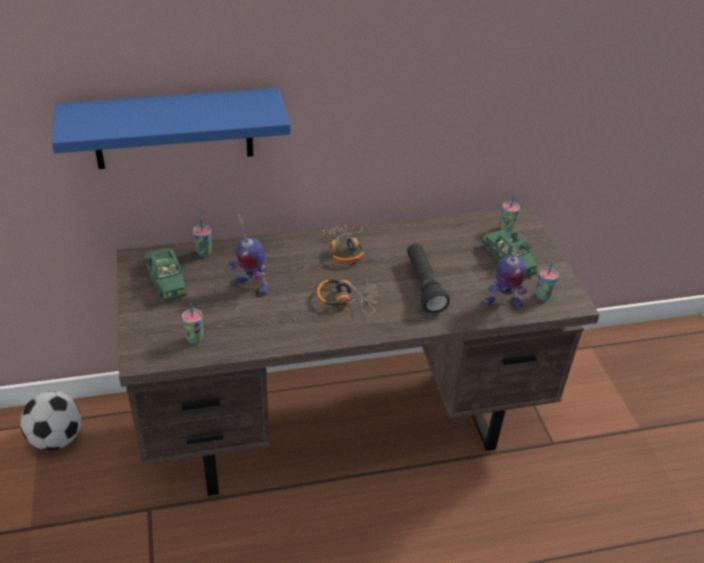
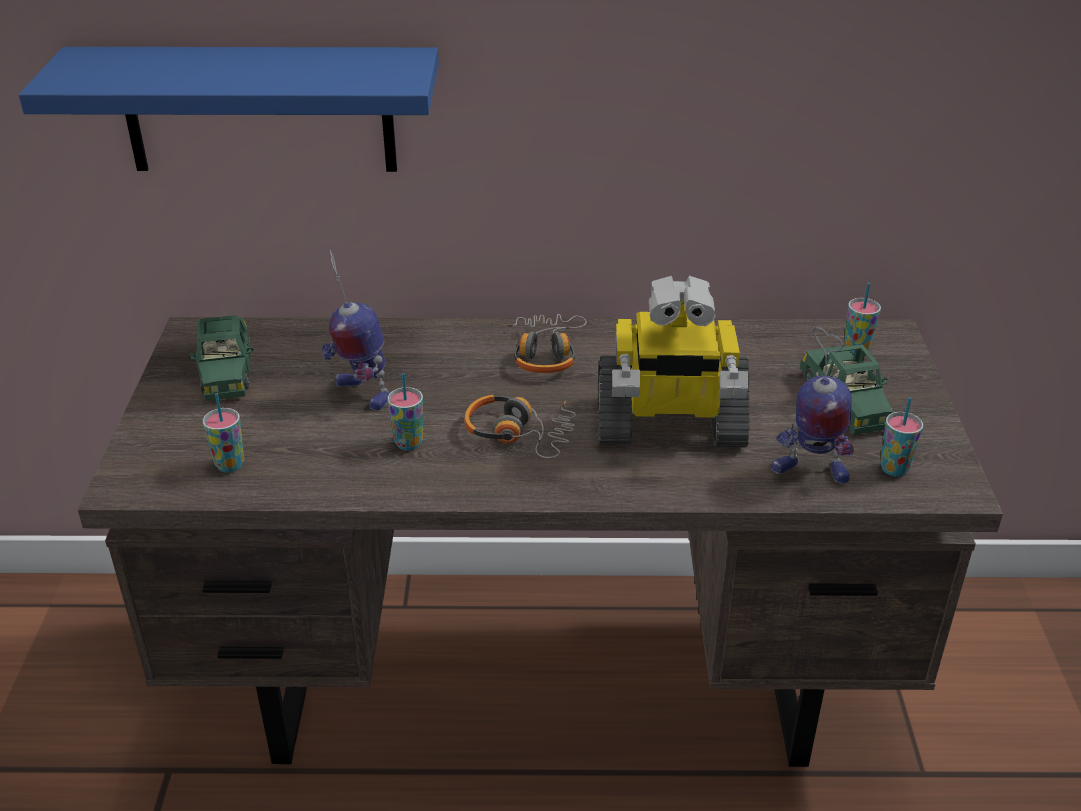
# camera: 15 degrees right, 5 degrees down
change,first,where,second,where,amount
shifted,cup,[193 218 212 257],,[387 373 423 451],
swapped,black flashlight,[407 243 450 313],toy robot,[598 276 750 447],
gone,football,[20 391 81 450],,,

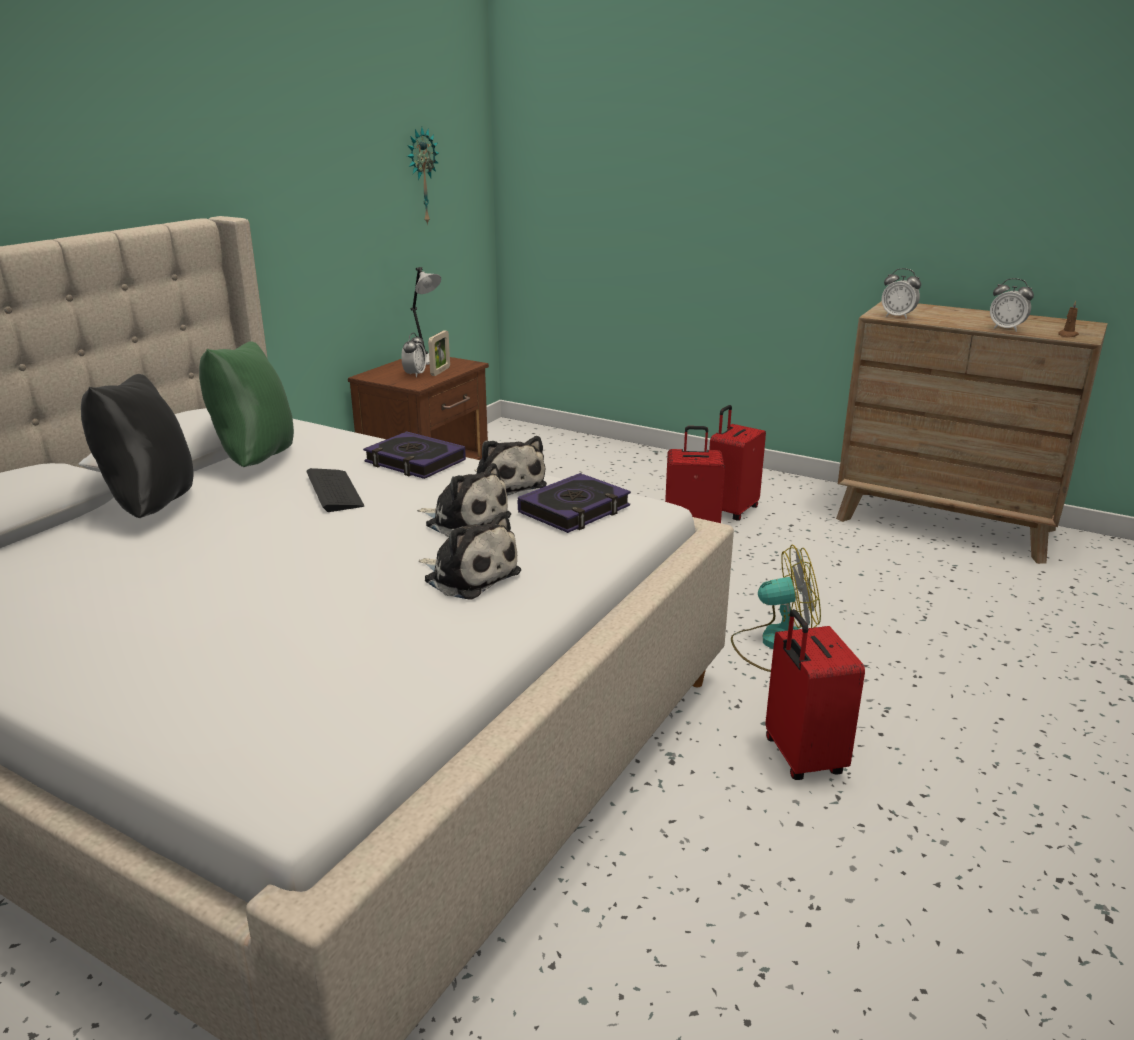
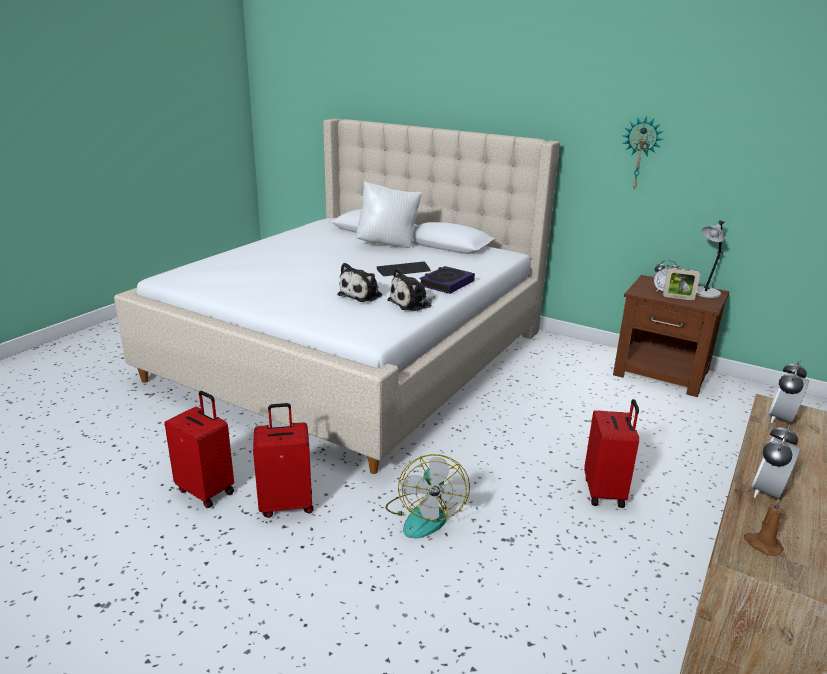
# camera: 90 degrees right, 0 degrees up
change,first,where,second,where,amount
shifted,wall clock,[407 127 439 225],,[623 116 664 189],
gone,green pillow,[199 341 294 467],,,
repainted,black pillow,[81 374 193 518],white pillow,[356 181 422 248],
shifted,red suitcase,[709 405 766 521],,[165 391 234 508],
gone,book,[518 473 631 533],,,
gone,plush toy,[419 512 521 600],,,

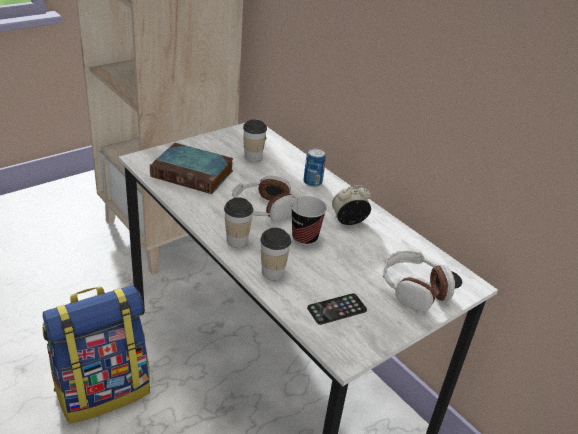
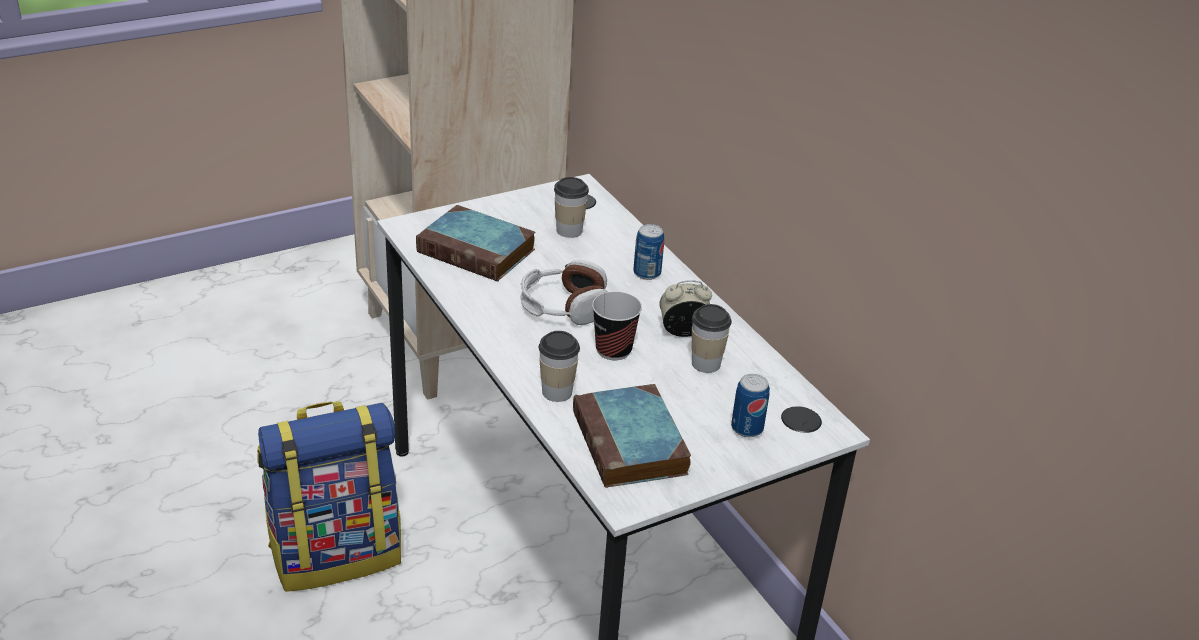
# camera: 10 degrees right, 0 degrees up
change,first,where,second,where,amount
shifted,cup,[224 197 253 248],,[692 304 732 373],
swapped,headphones,[383 250 455 312],can,[731 374 770 437],
swapped,phone,[307 294 367 325],book,[573 384 691 488],

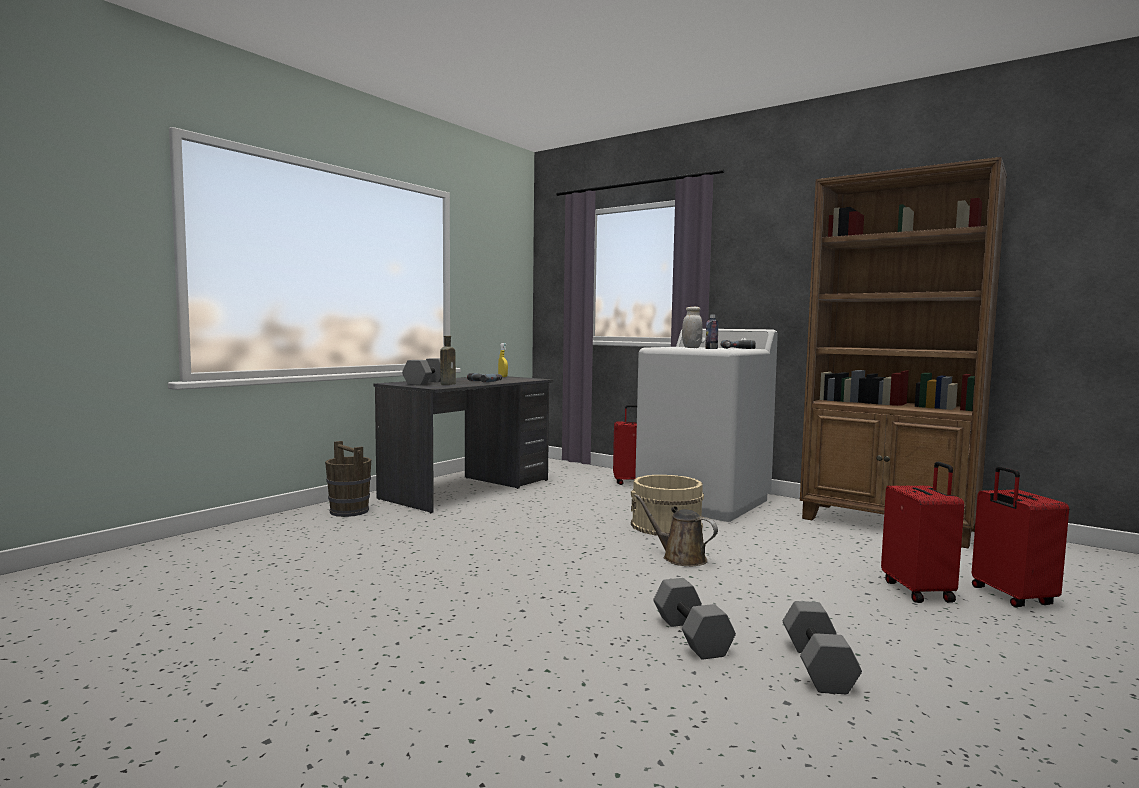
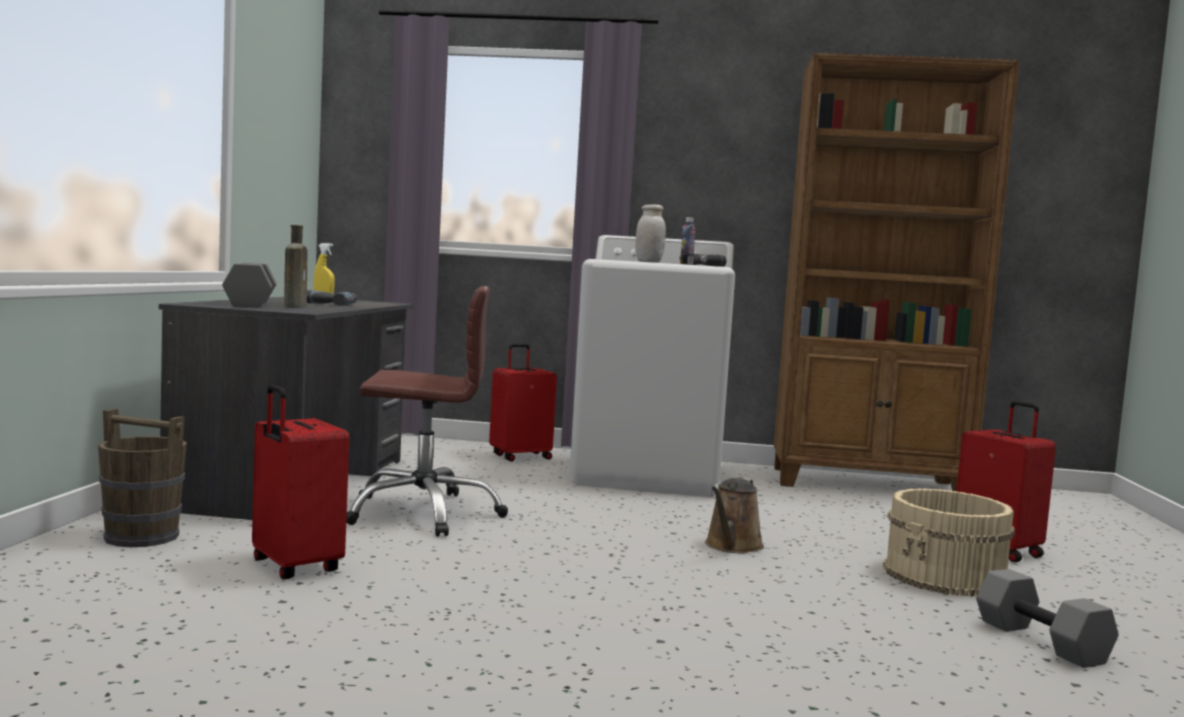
# camera: 30 degrees left, 0 degrees up
change,first,where,second,where,amount
shifted,red suitcase,[972 466 1069 607],,[252 384 349 579],
shifted,beige bucket,[631 475 704 536],,[883 488 1015 597],
rotated,brown watering can,[635 494 718 566],,[705 478 764 553],75 degrees counterclockwise
gone,grey dumbbell,[653 578 736 660],,,
new,,,brown office chair,[346 286 508 537],

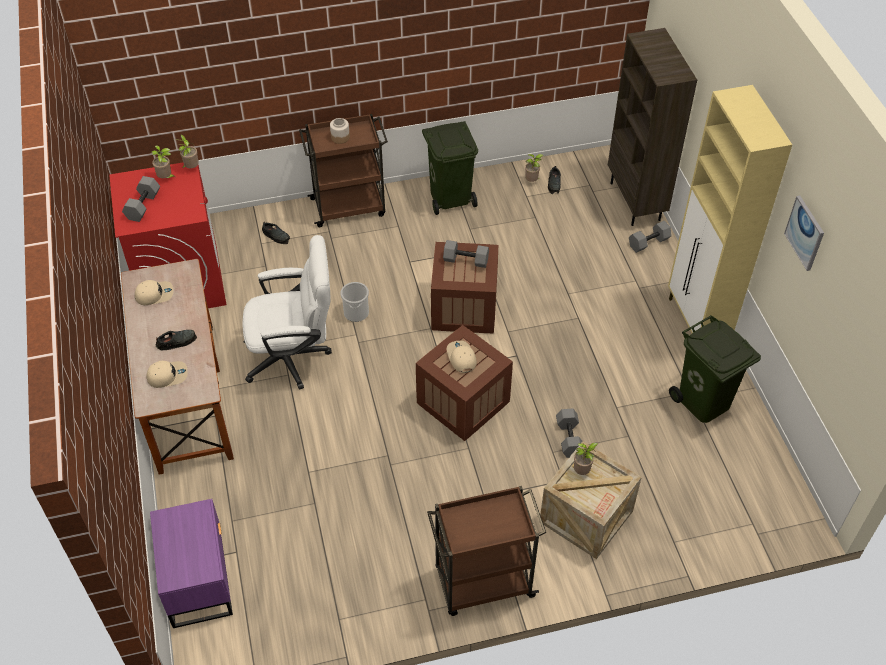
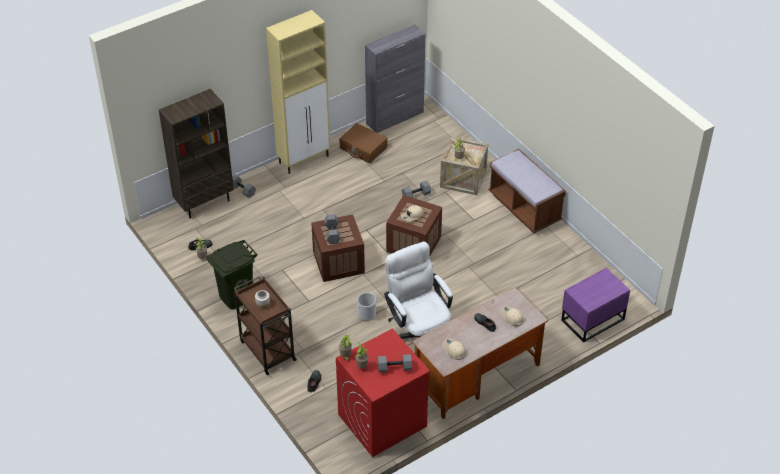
# camera: 110 degrees left, 5 degrees down
change,first,where,second,where,amount
gone,picture,[784 196 824 271],,,
swapped,green trash can,[669 315 761 423],brown suitcase,[339 123 387 163],
swapped,brown cart,[427 486 546 616],brown bench,[489 149 566 233],
new,,,grey cabinet,[365 24 425 133],

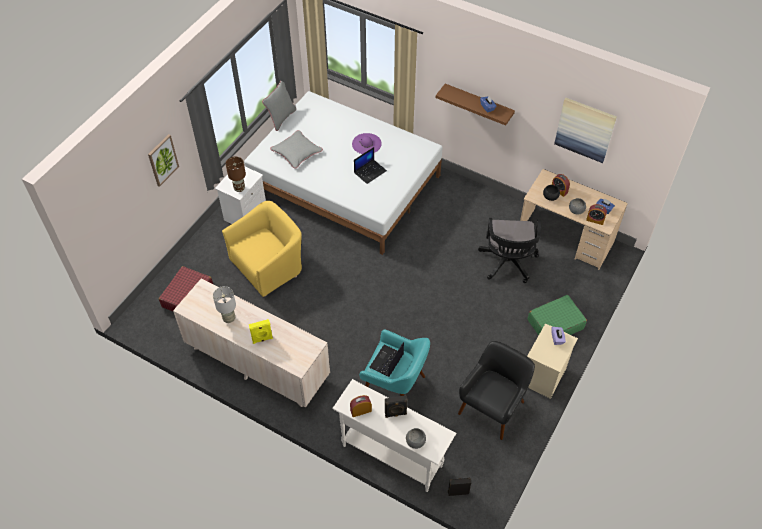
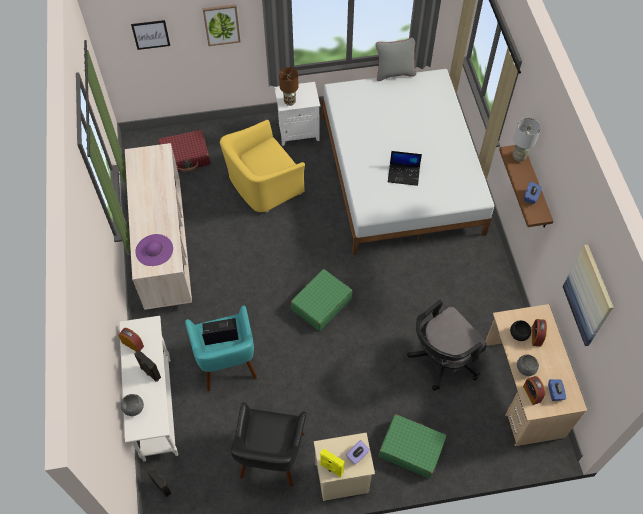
# camera: 50 degrees right, 5 degrees up
change,first,where,second,where,amount
gone,grey pillow,[270 130 323 169],,,
shifted,purple hat,[352 133 382 154],,[135 234 173 266],
rotated,yellow armchair,[222 201 302 297],,[220 120 305 212],135 degrees clockwise
shifted,grey table lamp,[213 286 236 323],,[513 118 541 162],
shifted,yellow speaker,[249 319 273 344],,[320 448 345 477],
rotated,black armchair,[458 341 535 440],,[231 402 306 487],105 degrees clockwise
new,,,picture,[131 20 170 50],
new,,,green suitcase,[291 269 352 331],

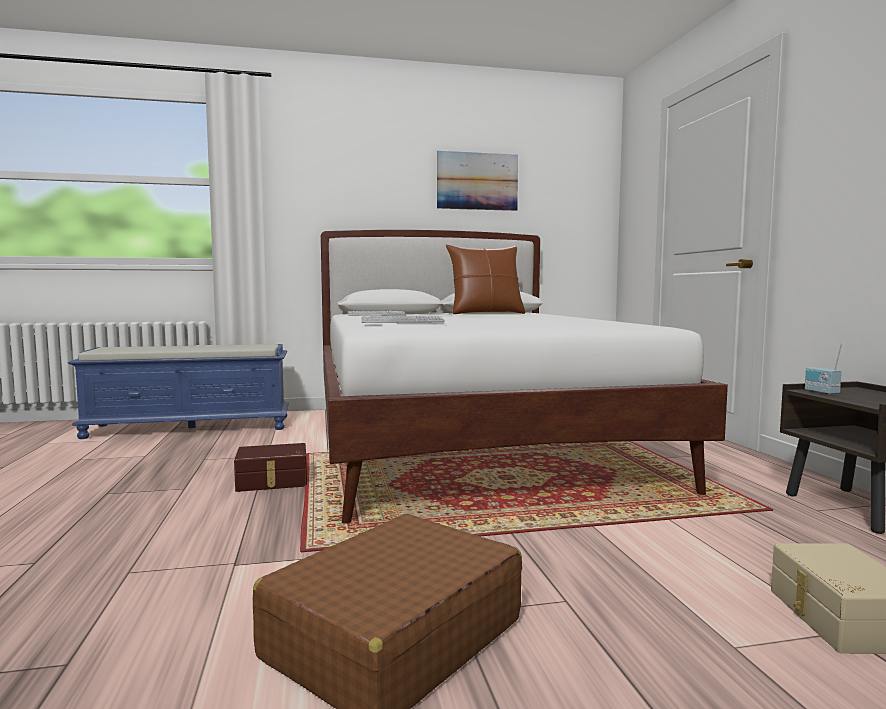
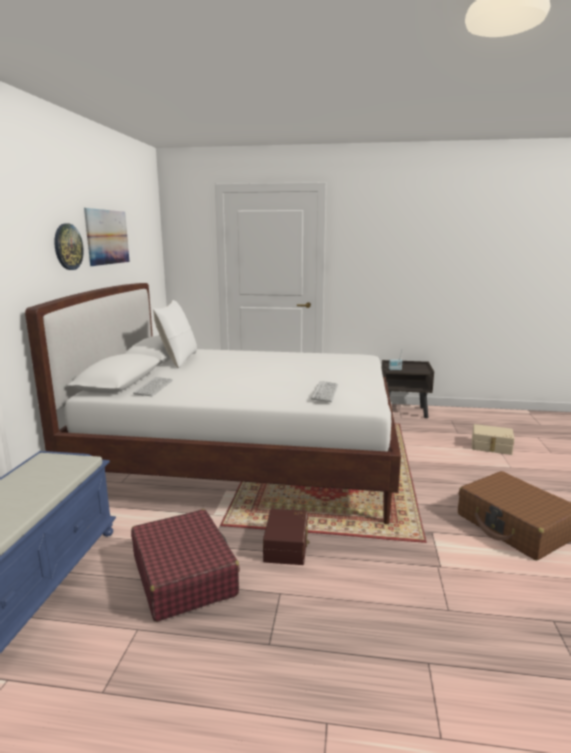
# camera: 70 degrees left, 10 degrees up
change,first,where,second,where,amount
repainted,brown pillow,[446 245 525 314],white pillow,[153 300 197 368],
new,,,wall clock,[54 223 84 270],
new,,,red suitcase,[131 509 240 622],

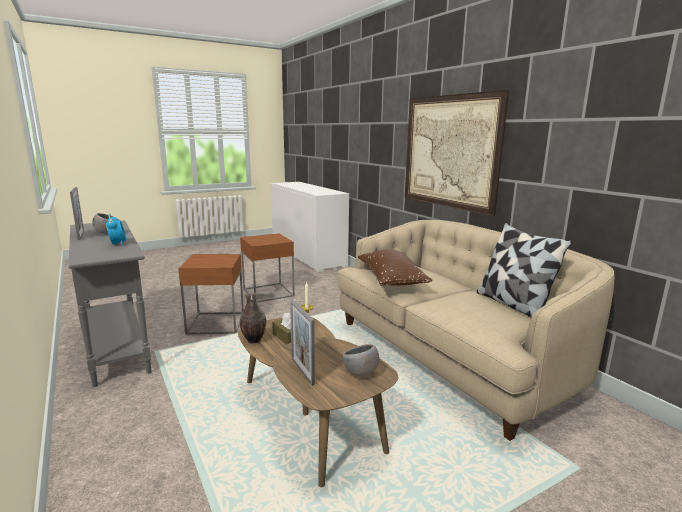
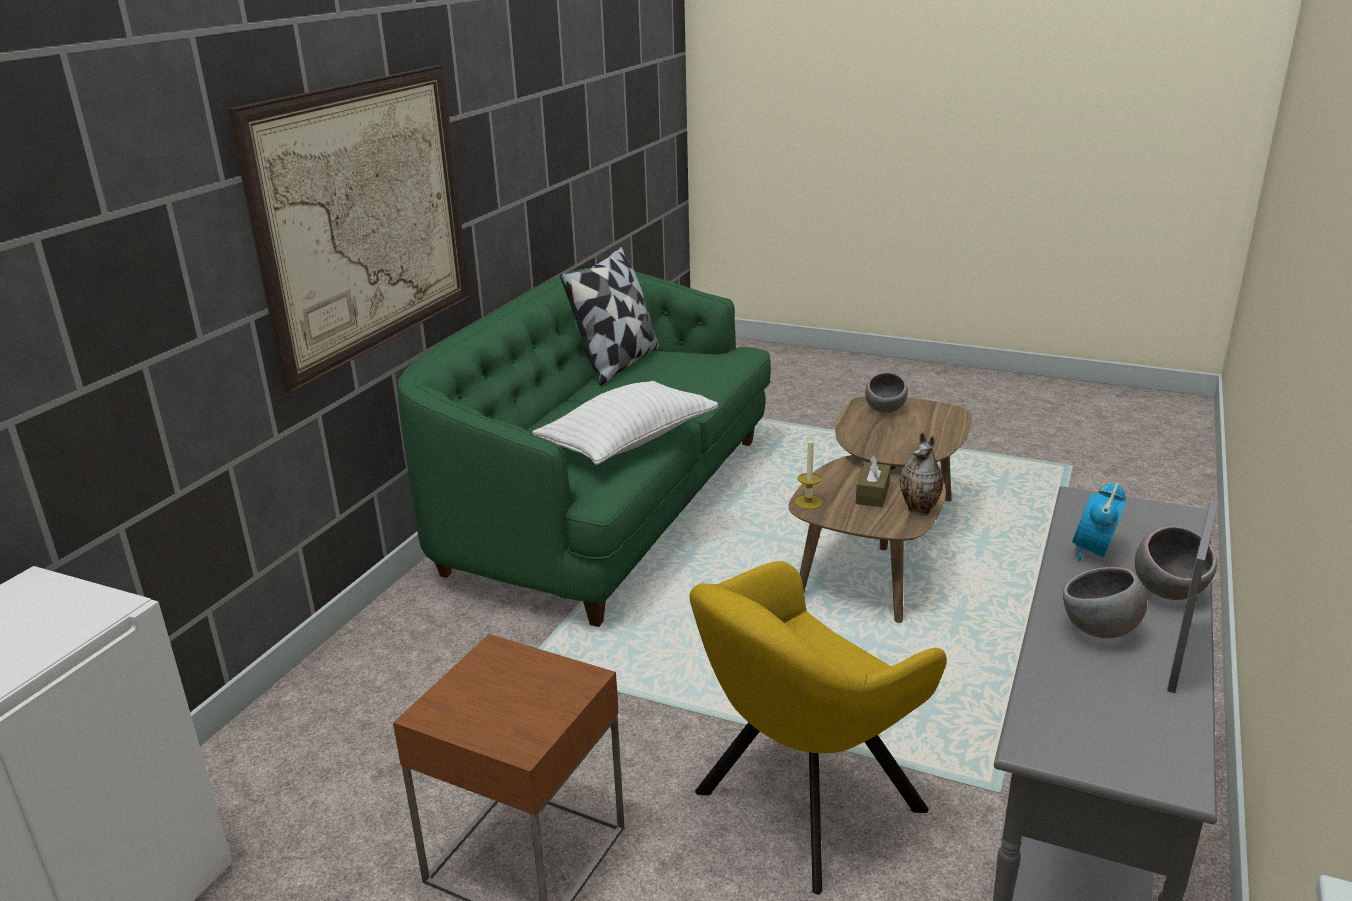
# camera: 125 degrees left, 10 degrees up
change,first,where,second,where,amount
repainted,beige sofa,[338 220 615 441],green sofa,[398 268 771 627],
repainted,brown pillow,[358 249 432 286],white pillow,[532 381 718 465],
swapped,brown side table,[178 254 244 334],yellow armchair,[689 561 947 895],
gone,picture frame,[290 300 315 386],,,
new,,,grey bowl,[1135 526 1217 600],

